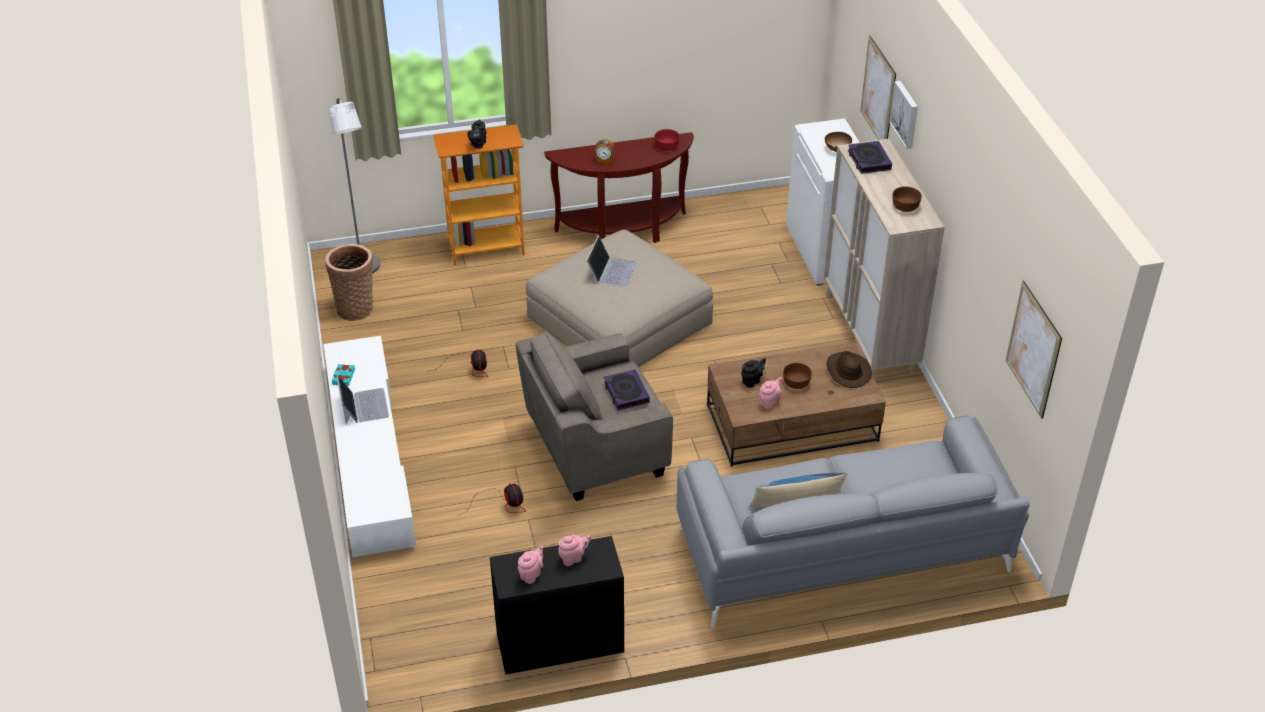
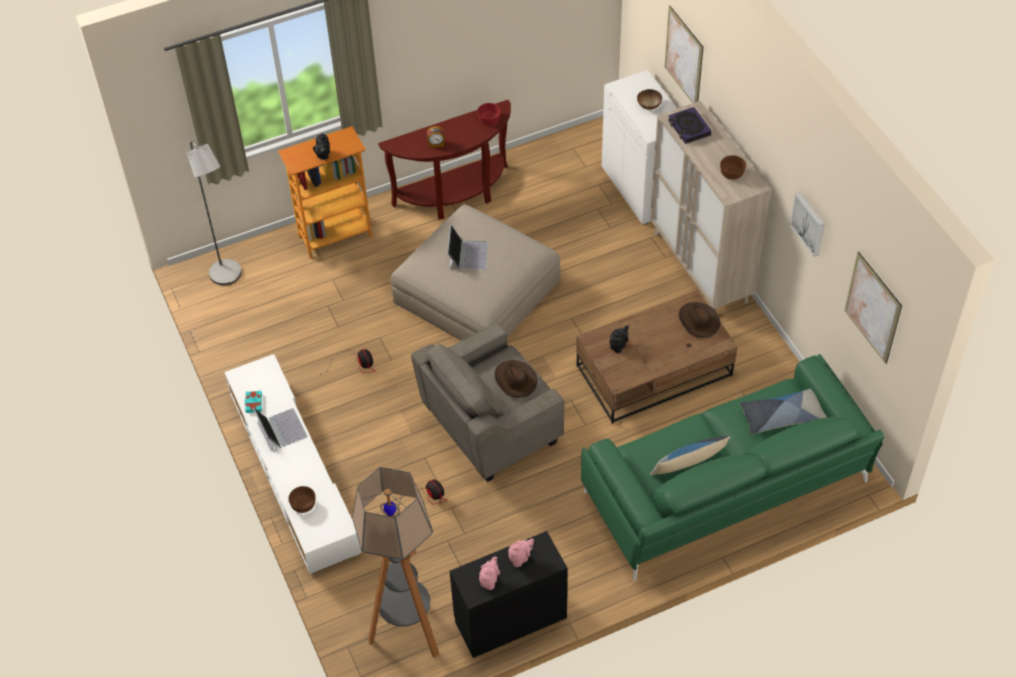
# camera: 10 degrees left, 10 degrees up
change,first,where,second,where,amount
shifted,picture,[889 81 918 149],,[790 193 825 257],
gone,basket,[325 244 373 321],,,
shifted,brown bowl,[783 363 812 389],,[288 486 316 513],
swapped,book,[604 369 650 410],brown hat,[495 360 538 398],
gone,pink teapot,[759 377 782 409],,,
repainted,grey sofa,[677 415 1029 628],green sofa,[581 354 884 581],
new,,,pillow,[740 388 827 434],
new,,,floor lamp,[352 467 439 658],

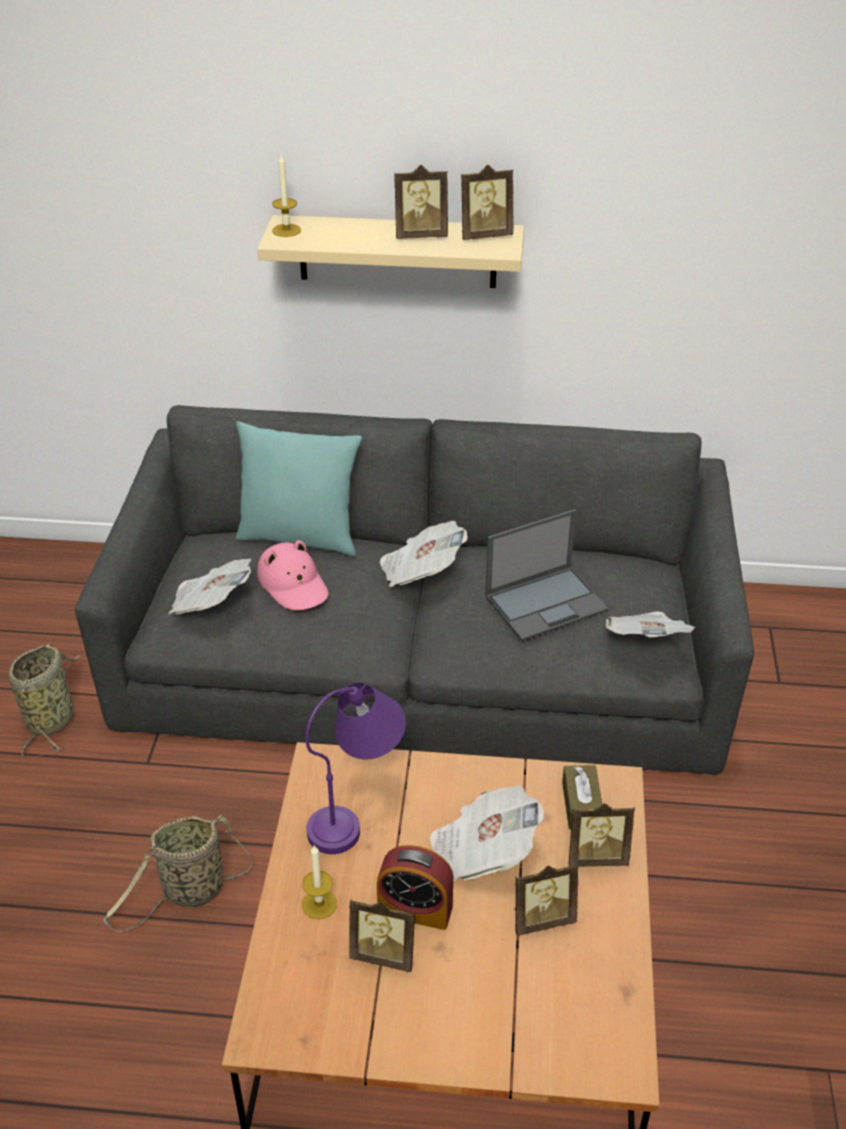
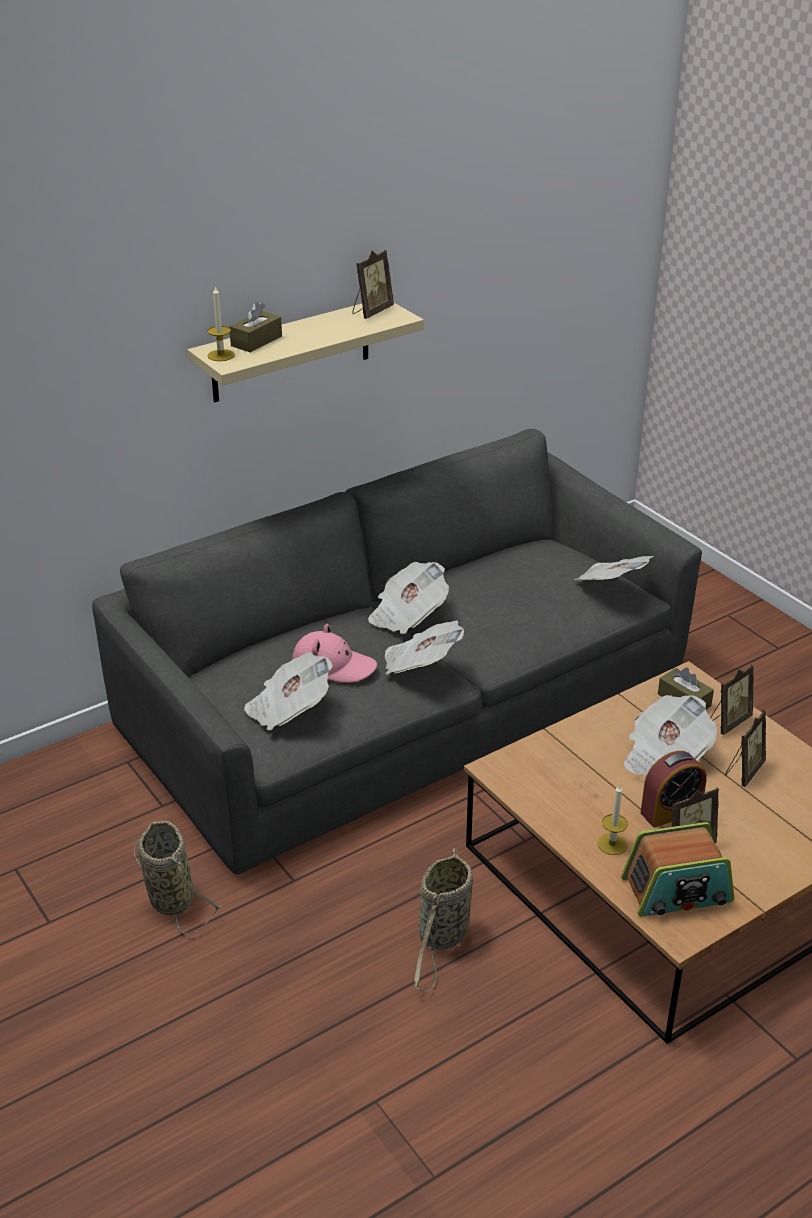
# camera: 40 degrees left, 5 degrees down
change,first,where,second,where,amount
gone,picture frame,[395 165 448 239],,,
gone,turquoise pillow,[236 421 362 556],,,
gone,laptop,[485 509 609 641],,,
gone,purple table lamp,[305 683 406 854],,,
new,,,brown tissue box,[229 302 282 352],
new,,,newspaper,[385 621 464 675],
new,,,radio,[621 822 734 916],

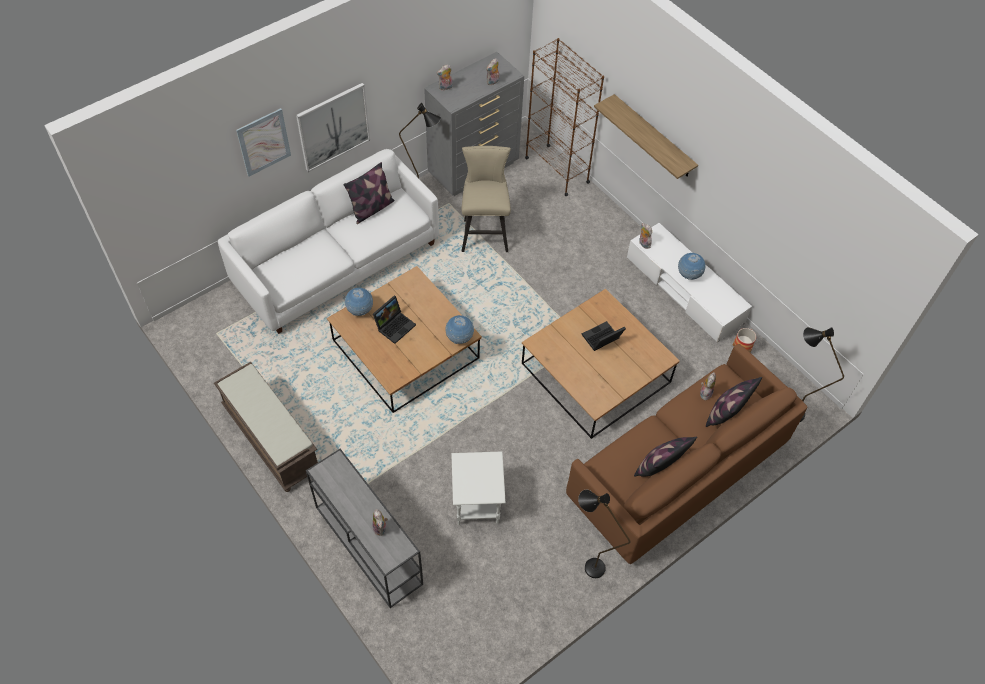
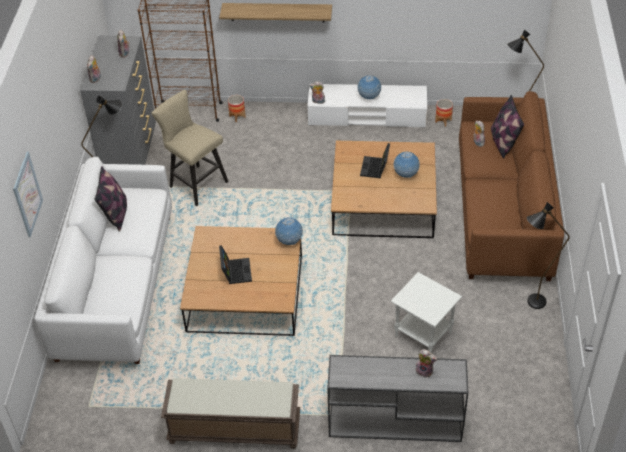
# camera: 45 degrees left, 10 degrees down
change,first,where,second,where,amount
gone,picture,[296 83 370 172],,,
shifted,globe,[345 288 373 316],,[393 151 420 178],
gone,pillow,[634 437 697 477],,,
new,,,planter,[228 95 246 122],

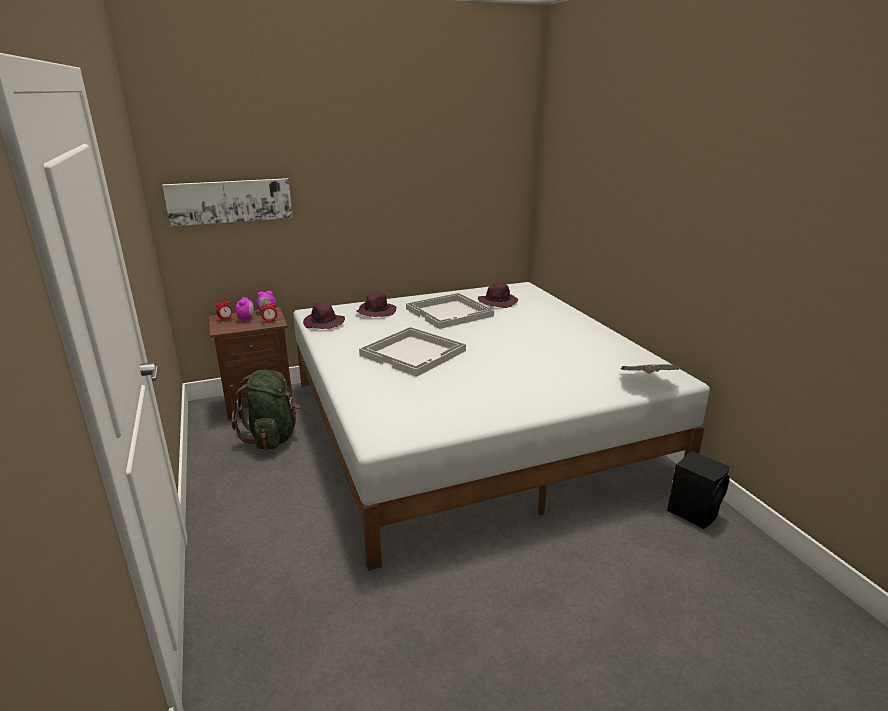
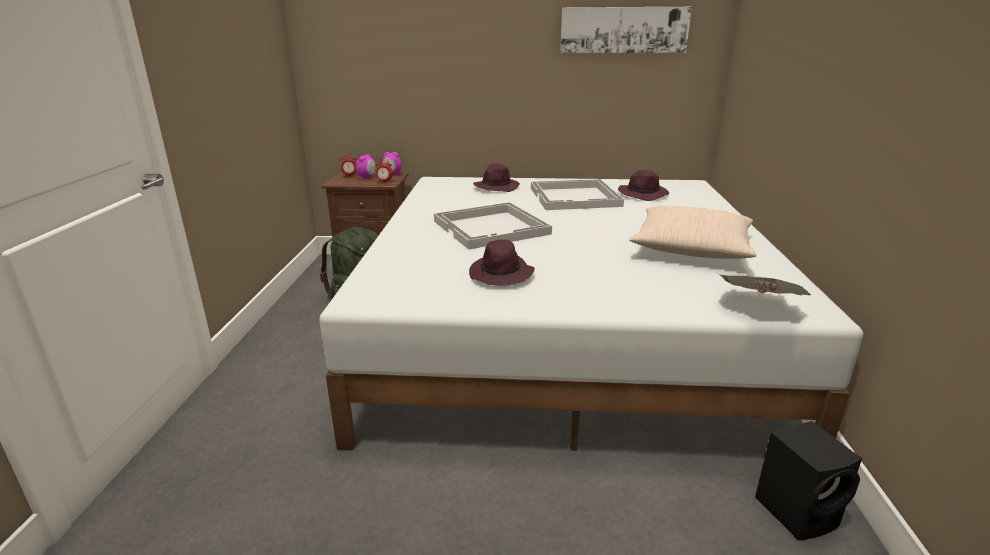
# camera: 25 degrees right, 0 degrees up
change,first,where,second,where,amount
shifted,picture,[162 178 293 227],,[560 7 692 53],
shifted,purple hat,[303 302 345 329],,[469 240 535 286],
new,,,beige pillow,[629 206 757 259],

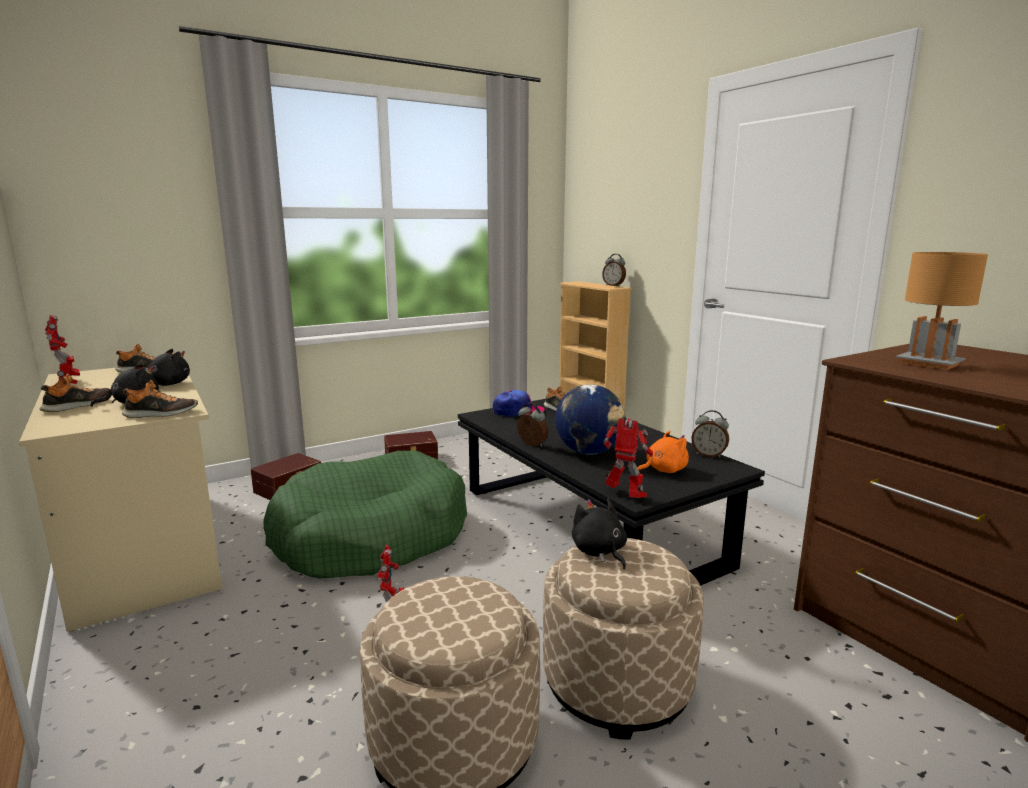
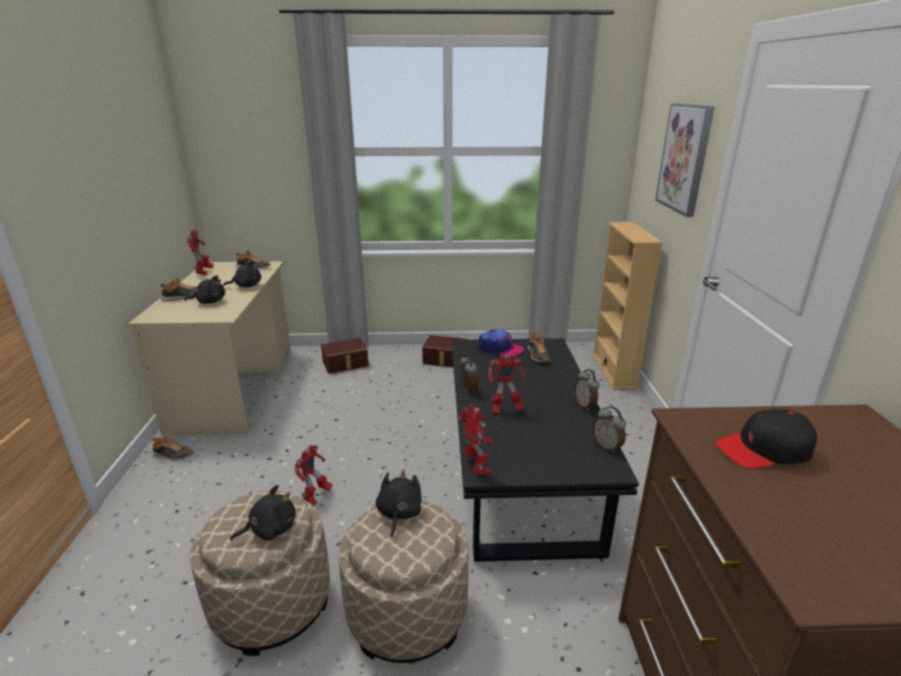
# camera: 30 degrees right, 10 degrees up
change,first,where,second,where,amount
swapped,brown table lamp,[896 252 988 370],black cap,[716 409 817 469],
shifted,alarm clock,[602 254 626 287],,[574 369 600 411],
shifted,shoe,[122 380 198 418],,[152 435 194 461],
swapped,globe,[555 385 626 455],toy robot,[488 354 525 414],
gone,orange plush toy,[637 431 689 473],,,
gone,green dog bed,[263 451 467 579],,,
new,,,picture,[655 103 715 217],
new,,,black plush toy,[230 485 296 541],

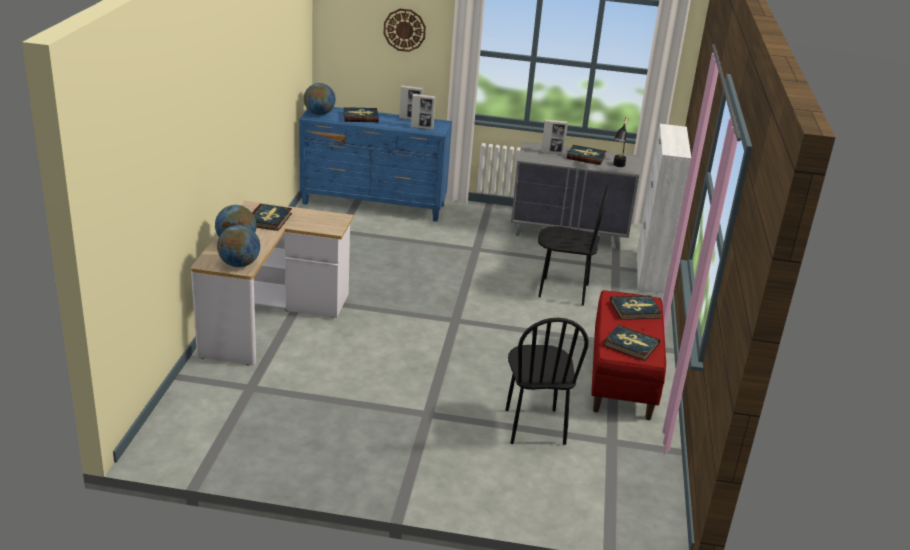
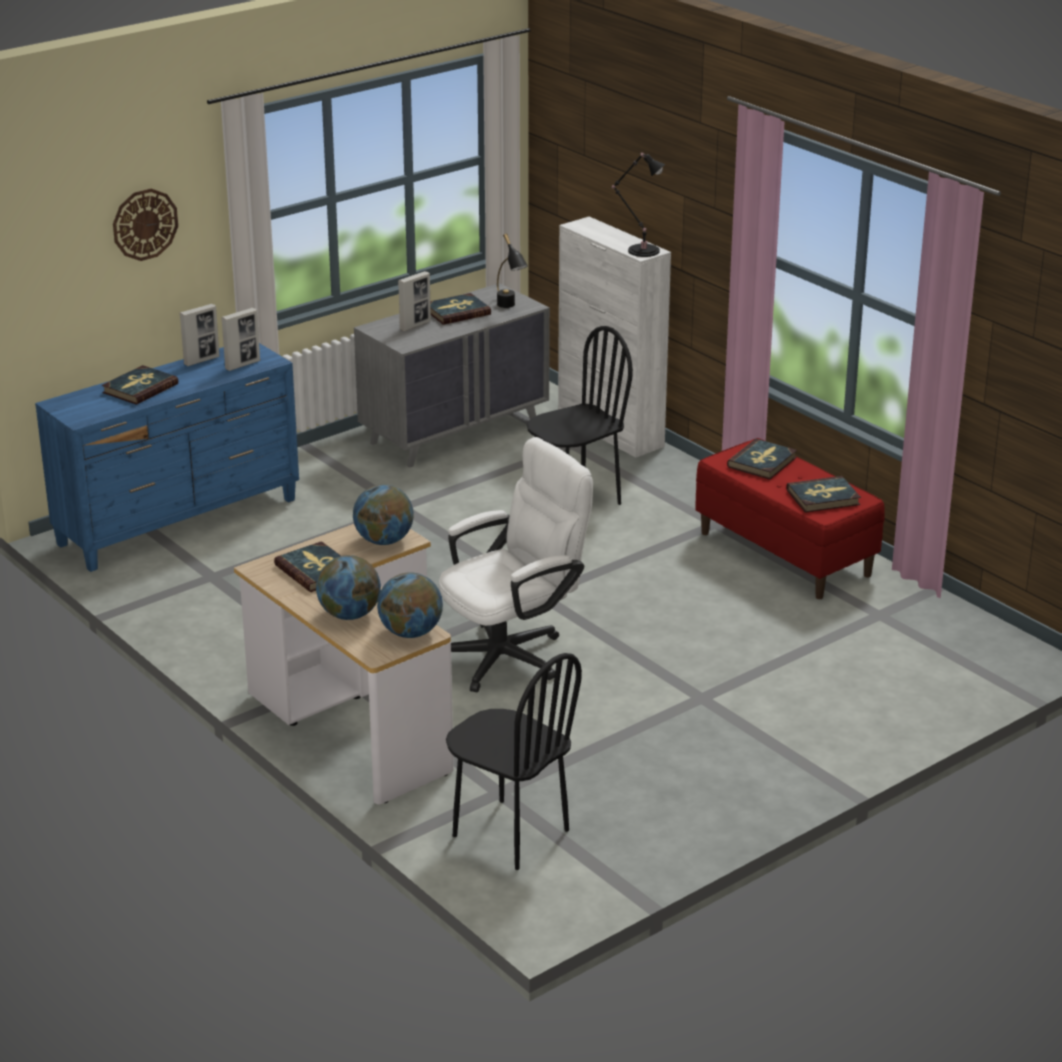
# camera: 45 degrees left, 0 degrees up
change,first,where,second,where,amount
shifted,globe,[304 83 336 115],,[353 484 414 545],
shifted,black chair,[506 318 589 445],,[446 653 582 870],
new,,,black table lamp,[611 153 665 257],
new,,,white office chair,[439 437 593 692],

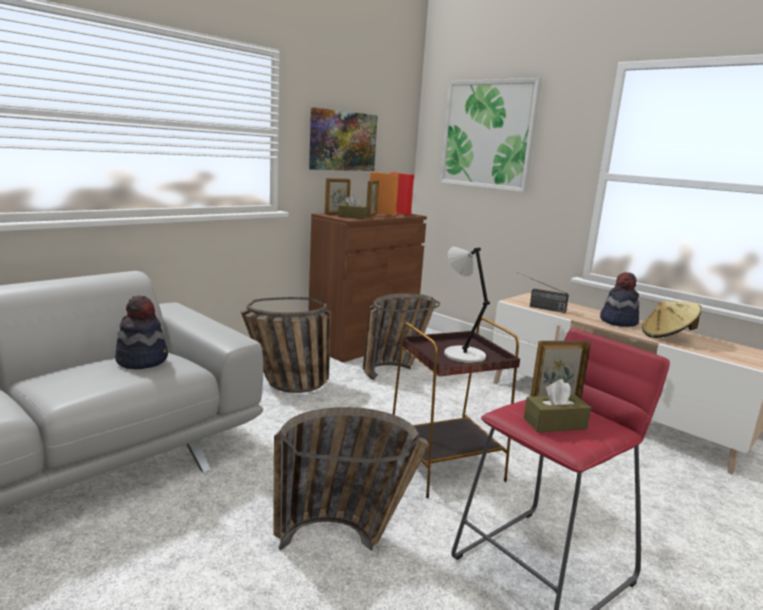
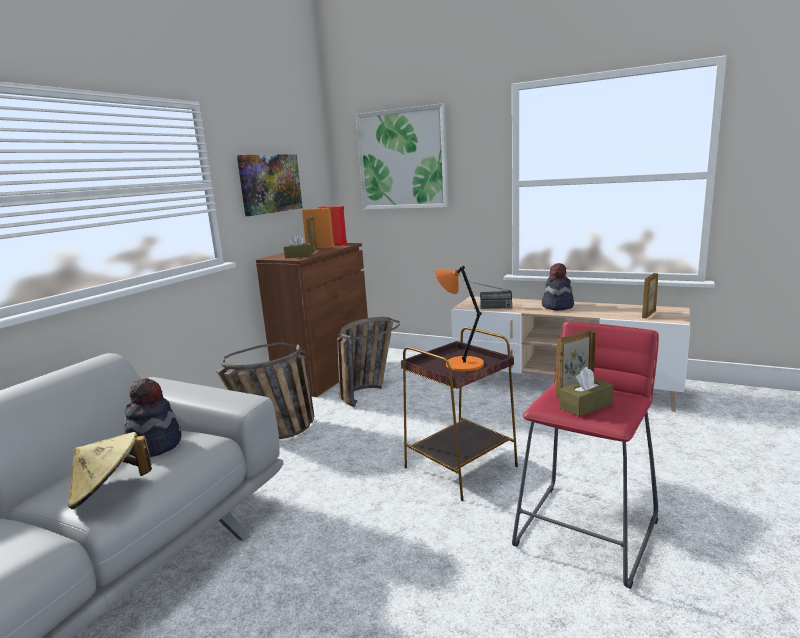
# camera: 15 degrees left, 0 degrees up
change,first,where,second,where,amount
shifted,picture frame,[324 178 351 214],,[642 273 658 319],
repainted,grey table lamp,[444 247 490 363],orange table lamp,[435 266 484 372],
shifted,beige hat,[642 301 702 338],,[68 432 152 509],
gone,basket,[273 407 429 551],,,

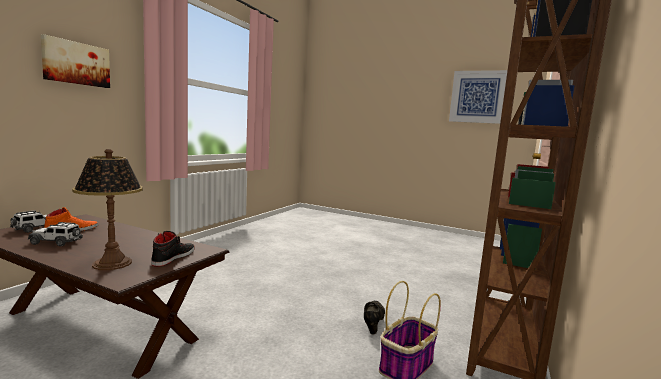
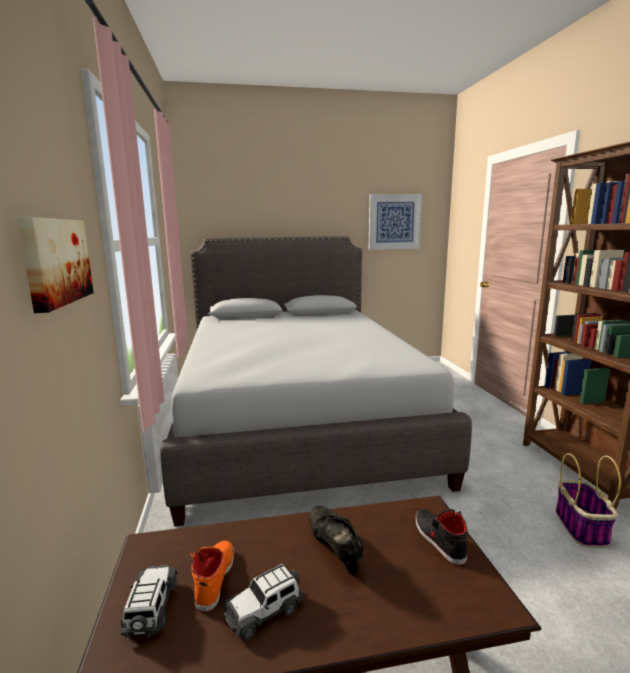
# camera: 35 degrees left, 5 degrees up
change,first,where,second,where,amount
gone,table lamp,[72 149 143 270],,,
shifted,black shoe,[364 301 385 334],,[309 506 363 575],
new,,,grey bed,[160 236 472 527],

